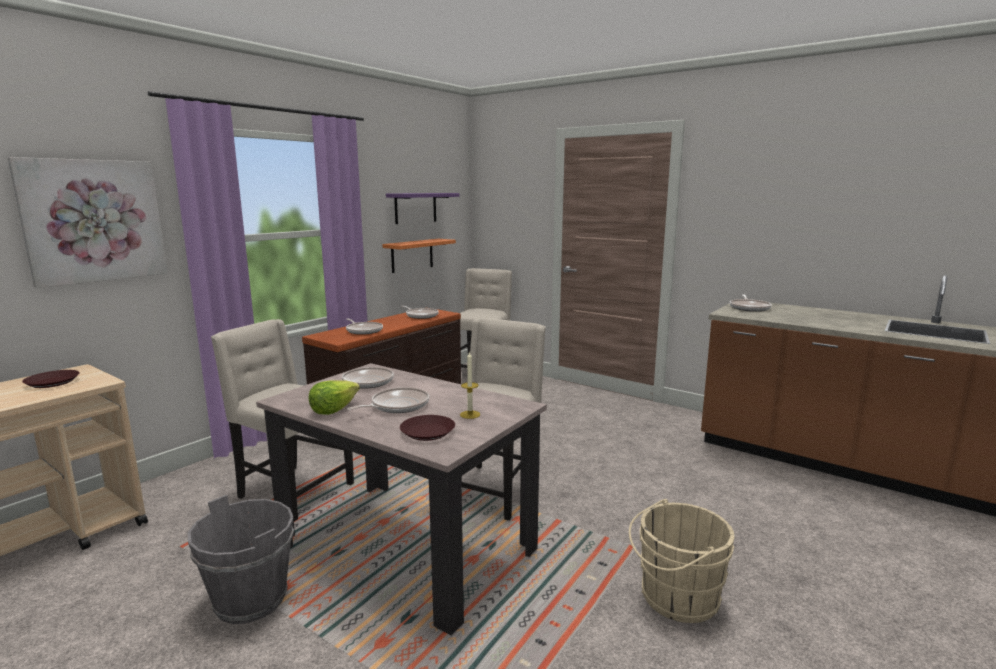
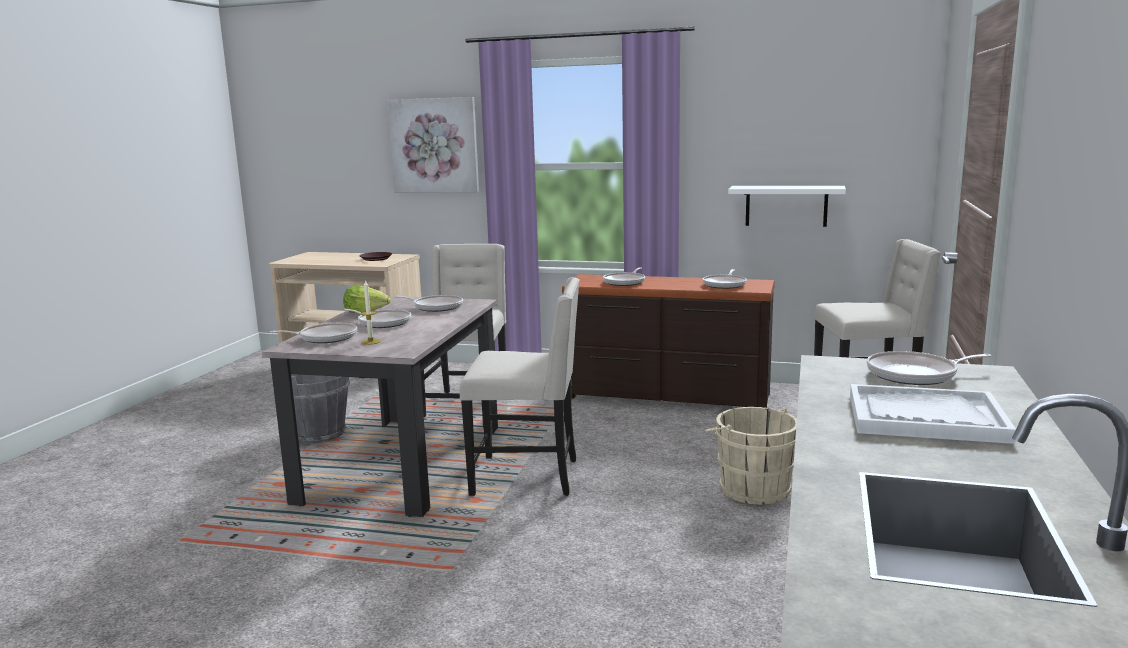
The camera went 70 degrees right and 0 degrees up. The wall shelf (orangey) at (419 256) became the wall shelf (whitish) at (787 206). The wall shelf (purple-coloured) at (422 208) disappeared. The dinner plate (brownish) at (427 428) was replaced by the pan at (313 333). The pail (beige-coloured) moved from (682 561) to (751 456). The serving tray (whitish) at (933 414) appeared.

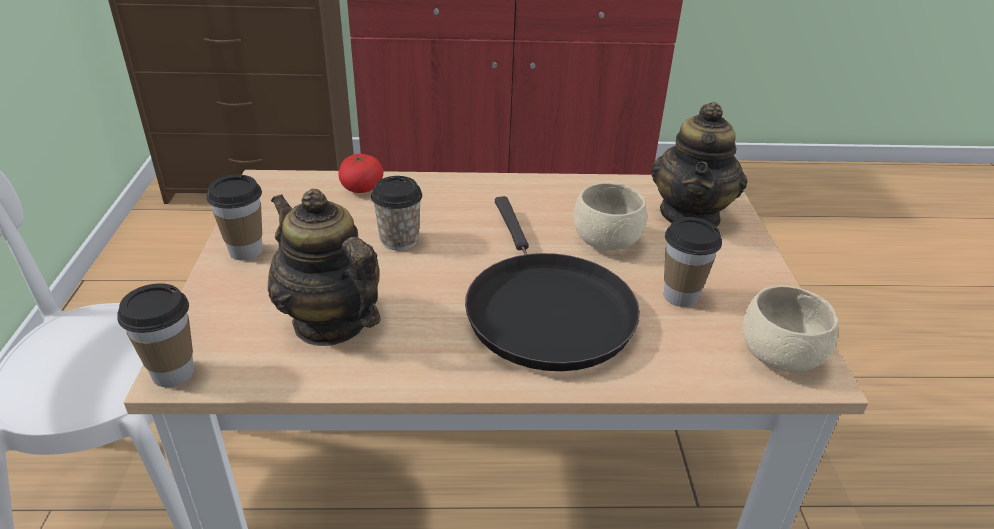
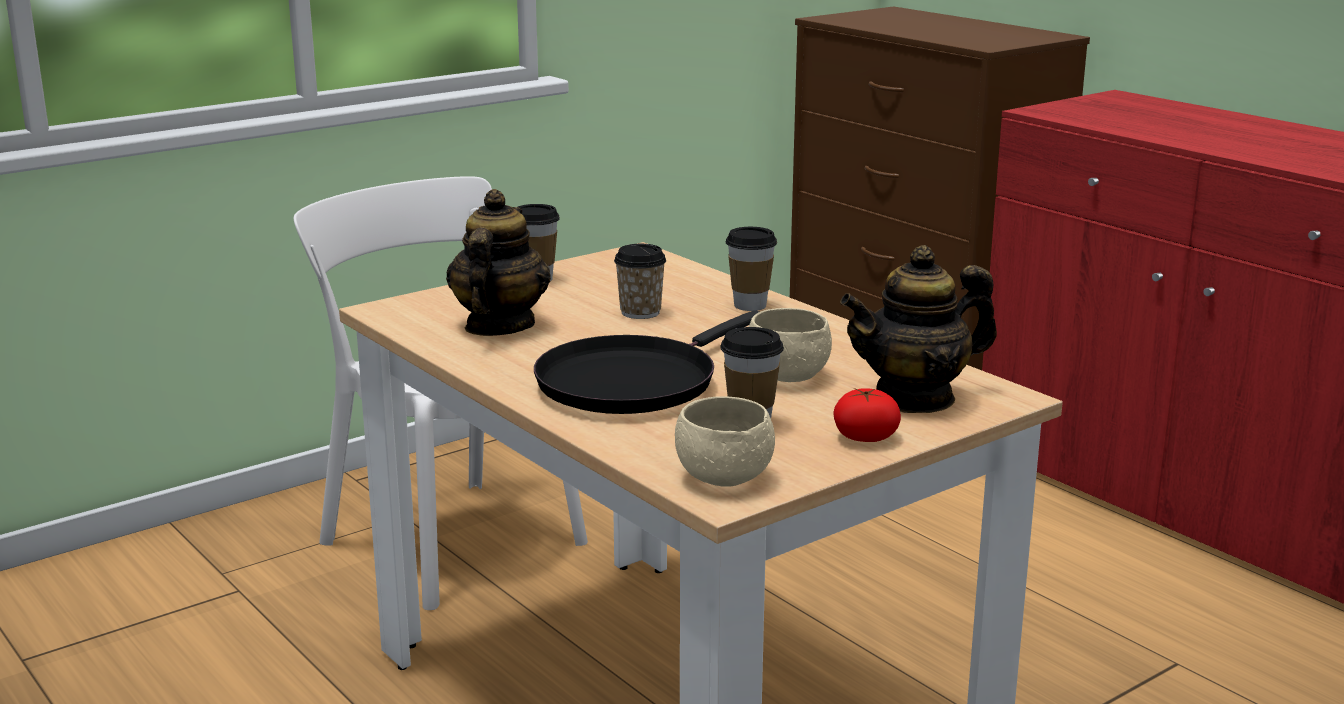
The camera went 55 degrees right and 15 degrees down. The drinking cup moved from (155 335) to (751 269). The fresh tomato moved from (360 173) to (867 415).

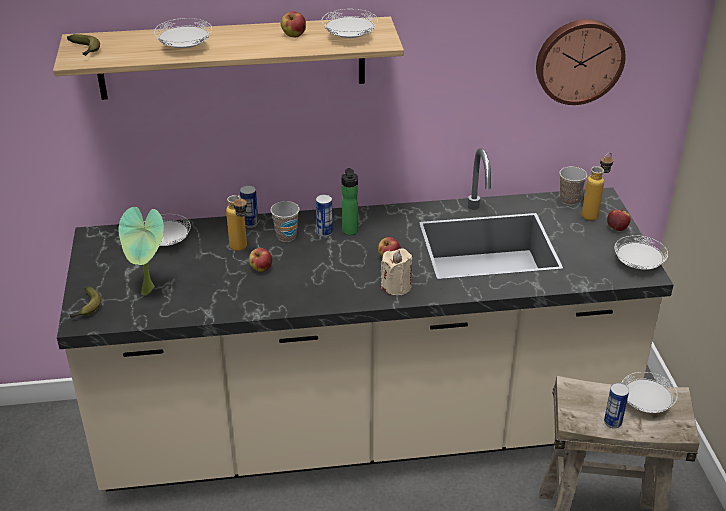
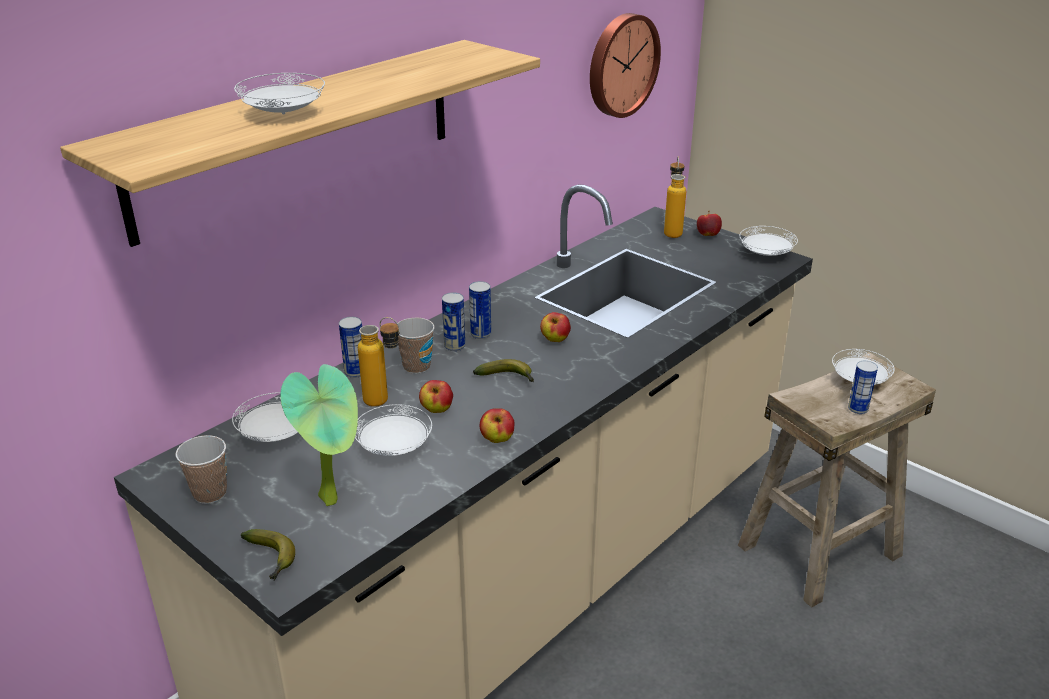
The camera went 40 degrees left and 5 degrees down. The whole banana moved from (83 45) to (503 370). The apple fruit moved from (293 24) to (497 426). The dinner plate (whitish) moved from (350 23) to (393 430). The drink bottle at (349 201) was replaced by the metal can at (480 310). The candle (beige-coloured) at (396 271) disappeared. The drinking cup moved from (573 185) to (201 469).

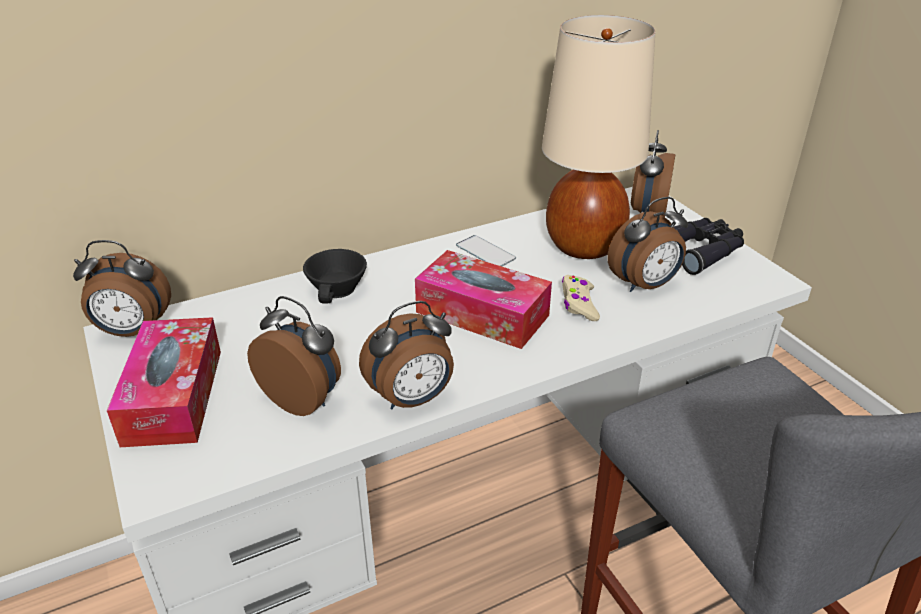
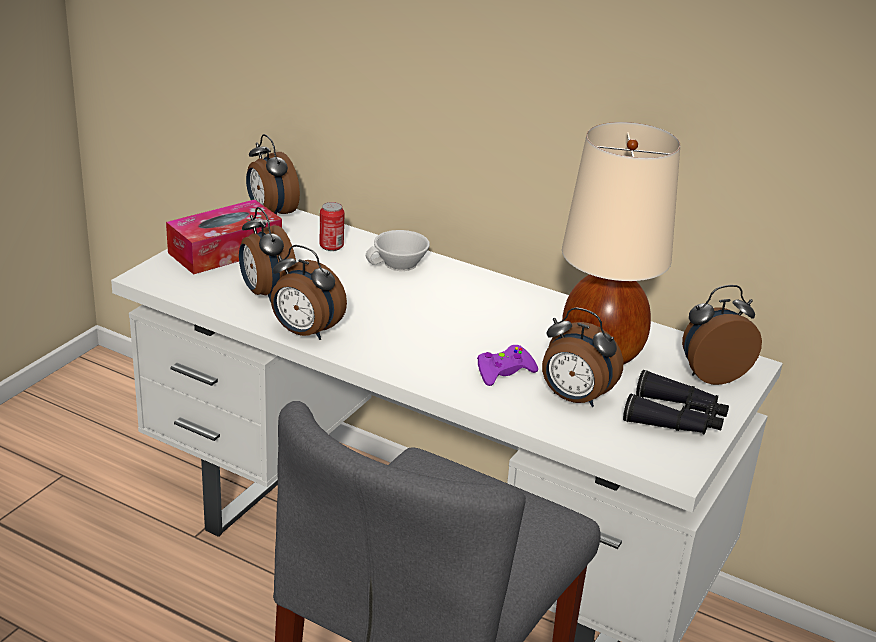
The camera went 55 degrees right and 5 degrees down. The bedside clock at (294 356) turned 150 degrees clockwise. The drinking cup (black-coloured) at (335 276) became the drinking cup (whitish) at (398 250). The tissue box at (483 299) disappeared. The phone at (486 250) disappeared. The joypad (beige-coloured) at (581 298) became the joypad (purple-coloured) at (507 365). The metal can at (332 226) appeared.

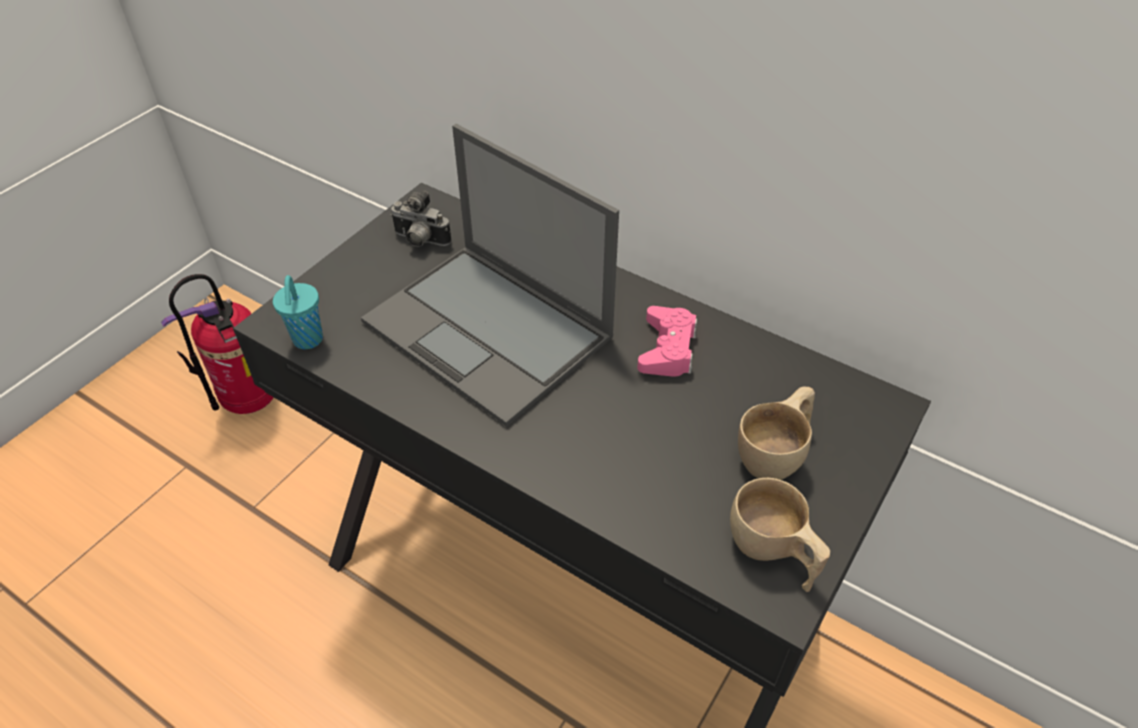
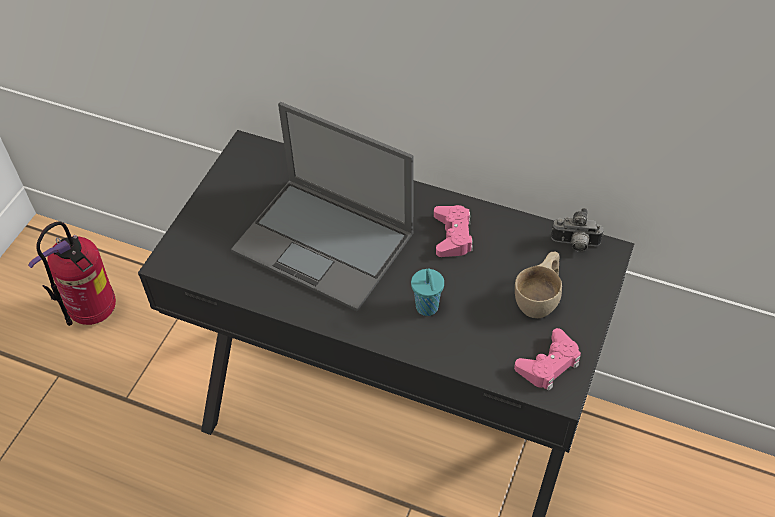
The camera went 10 degrees left and 5 degrees up. The drinking cup (turquoise-coloured) moved from (298 312) to (427 292). The still camera moved from (421 219) to (577 230). The drinking cup (beige-coloured) at (780 535) was replaced by the joypad (pink-coloured) at (547 359).

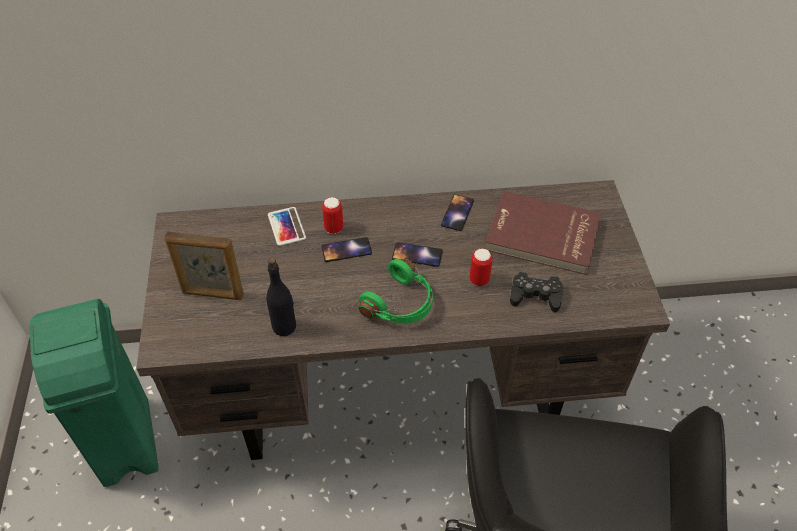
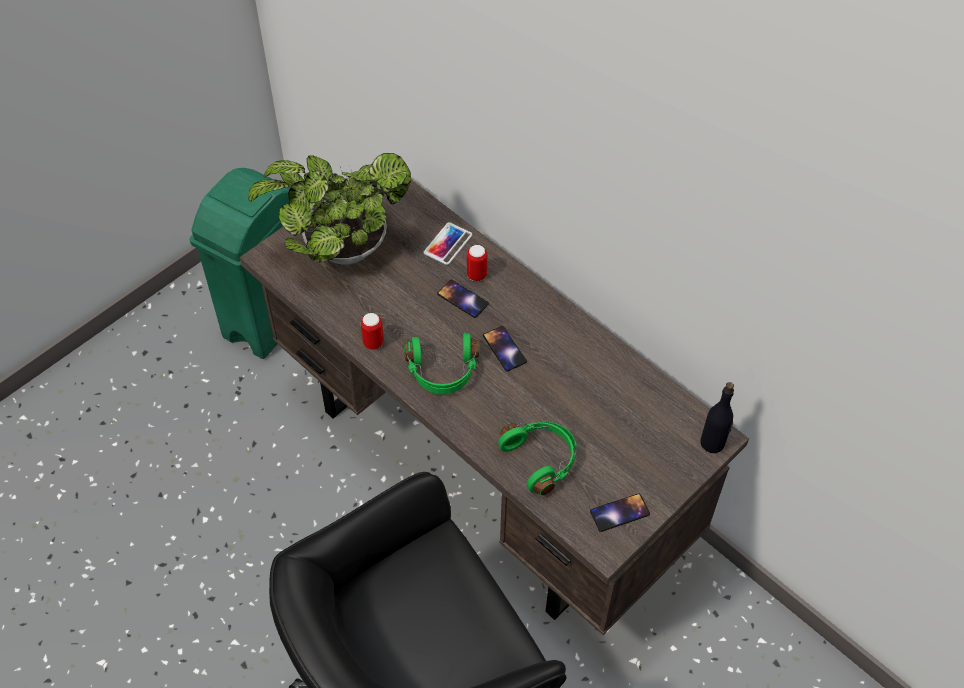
The camera went 50 degrees right and 5 degrees up. The photo frame at (204 265) was replaced by the plant in a pot at (329 209). The drink bottle (black-coloured) moved from (281 296) to (717 417). The phone moved from (457 213) to (620 512). The metal can moved from (481 267) to (372 331). The volume (red) at (543 233) disappeared. The joypad (black-coloured) at (536 292) was replaced by the headset (green-coloured) at (537 458).

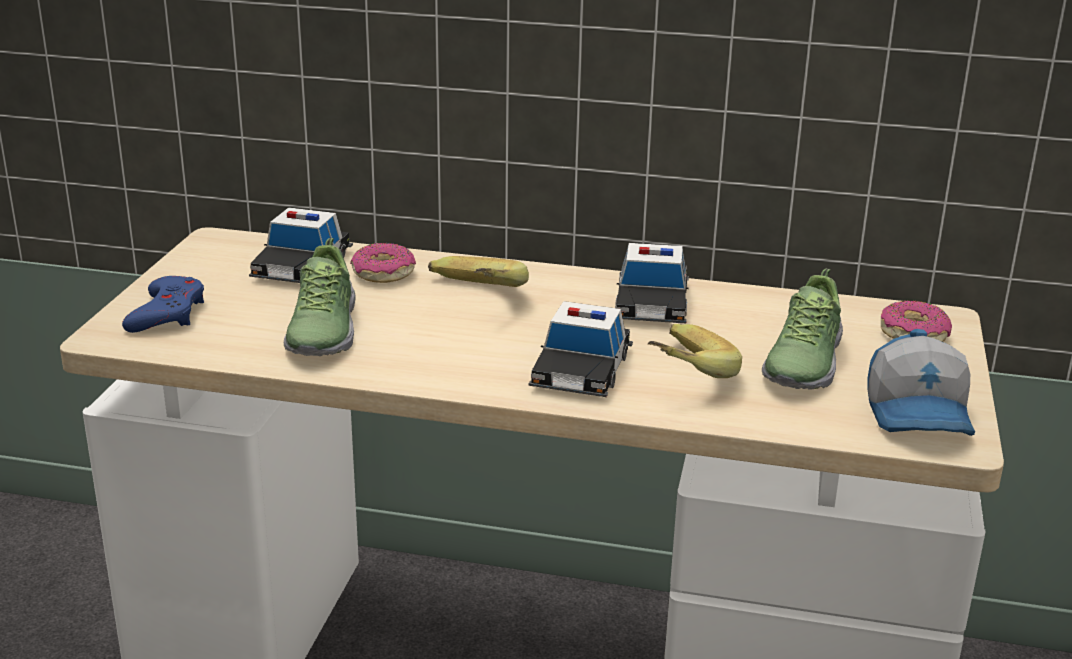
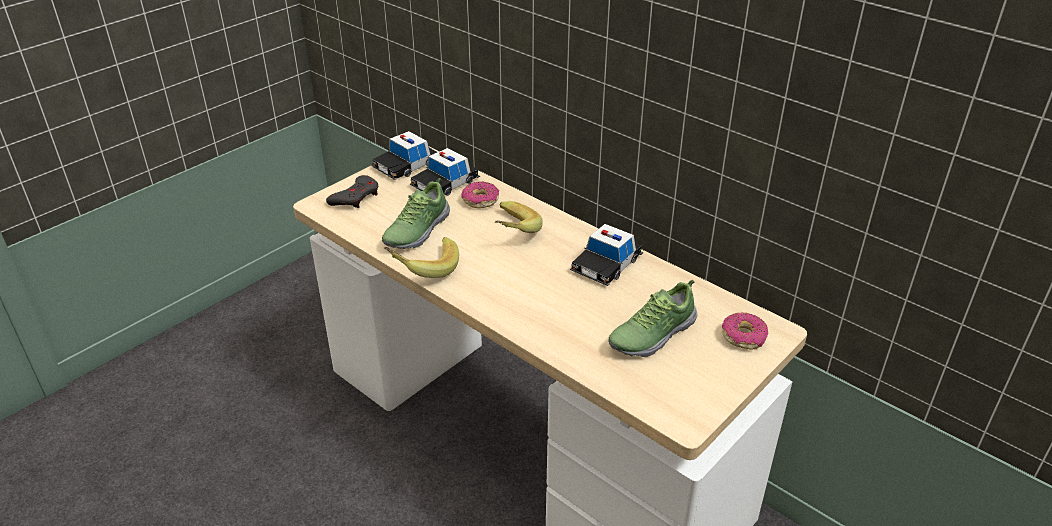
The camera went 30 degrees right and 10 degrees up. The joypad (bluish) at (163 304) became the joypad (greyish) at (352 191). The model car moved from (581 349) to (404 155). The whole banana moved from (695 351) to (421 257). The cap at (921 382) disappeared.

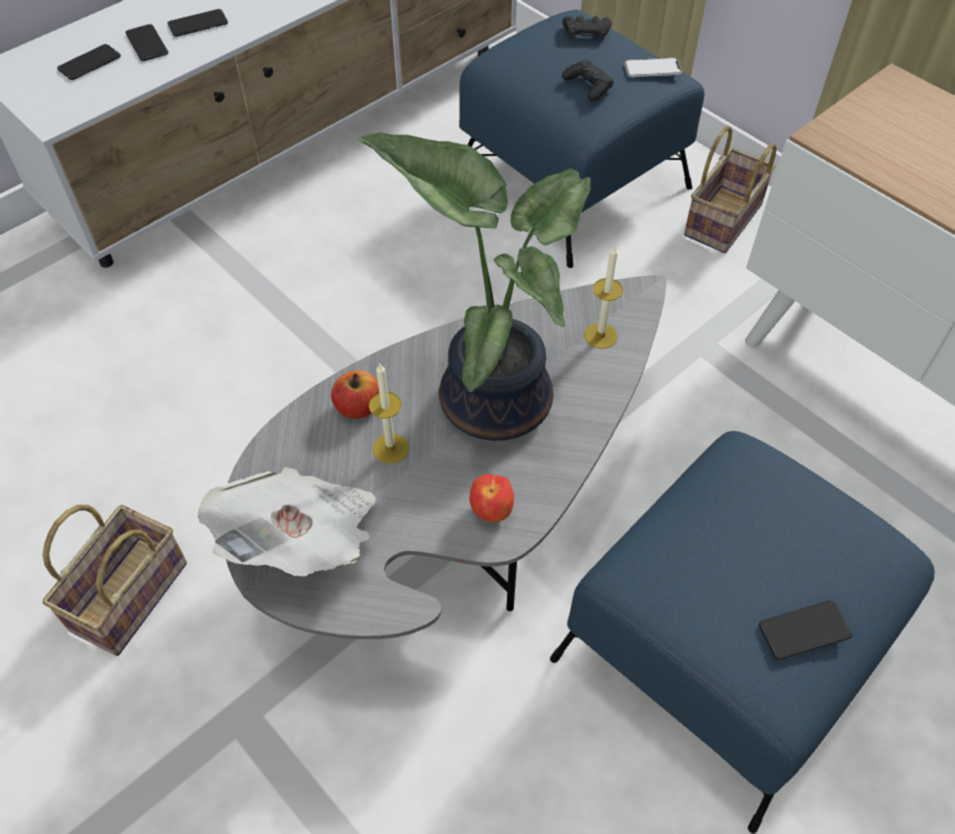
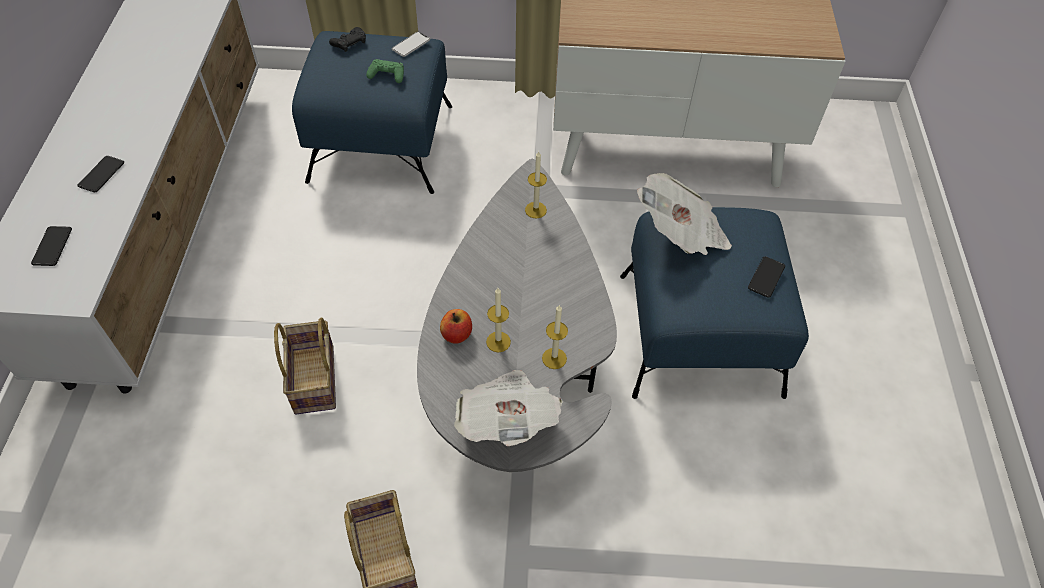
The camera went 45 degrees left and 0 degrees up. The phone at (146 42) disappeared. The plant in a pot at (475 287) disappeared. The apple fruit at (491 498) disappeared. The joypad (black-coloured) at (588 80) became the joypad (green-coloured) at (385 71). The basket moved from (730 189) to (305 366). The candle at (555 337) appeared. The daily paper at (684 214) appeared.

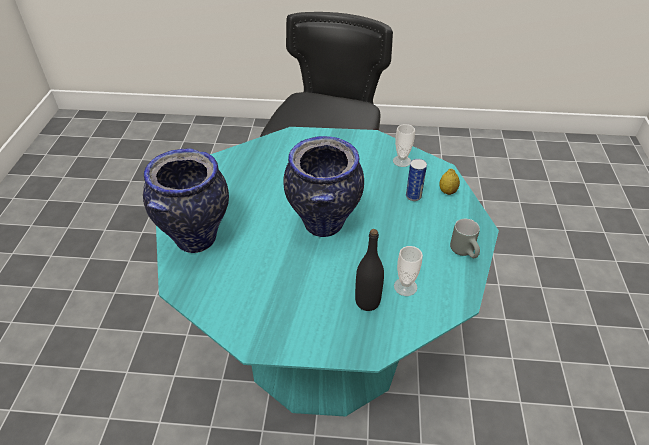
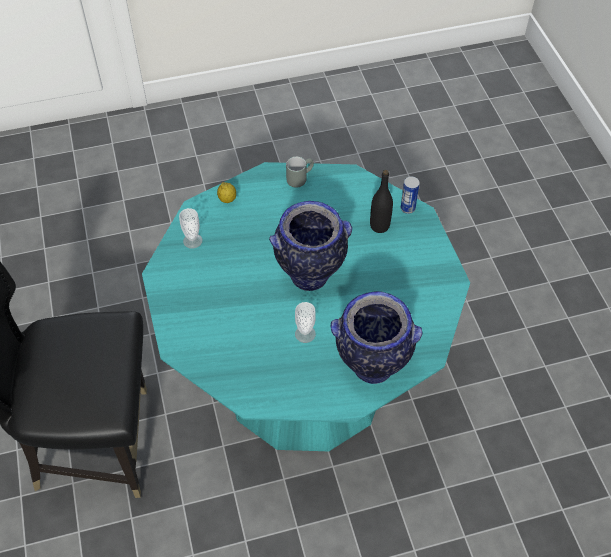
The camera went 110 degrees left and 10 degrees up. The drinking cup moved from (408 271) to (305 322). The metal can moved from (416 180) to (410 195).

